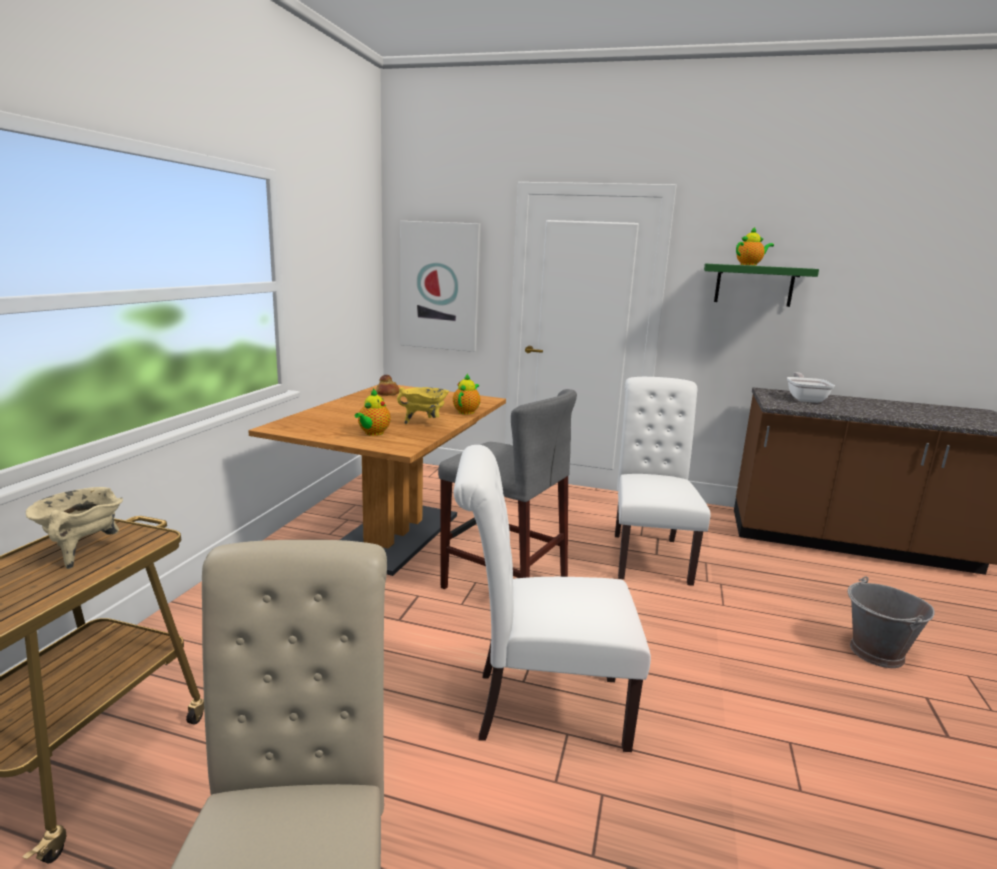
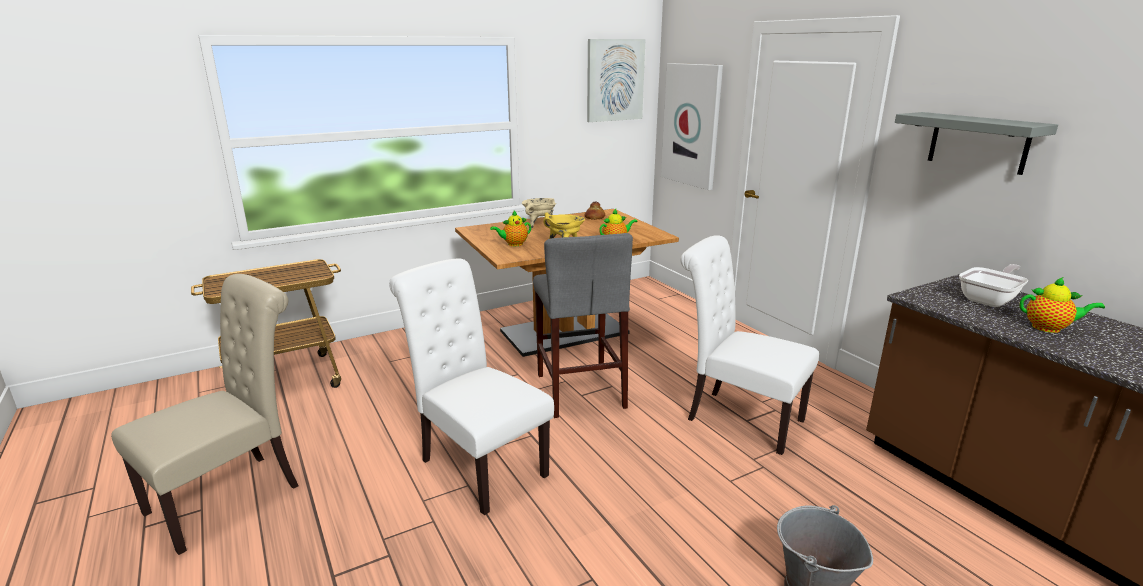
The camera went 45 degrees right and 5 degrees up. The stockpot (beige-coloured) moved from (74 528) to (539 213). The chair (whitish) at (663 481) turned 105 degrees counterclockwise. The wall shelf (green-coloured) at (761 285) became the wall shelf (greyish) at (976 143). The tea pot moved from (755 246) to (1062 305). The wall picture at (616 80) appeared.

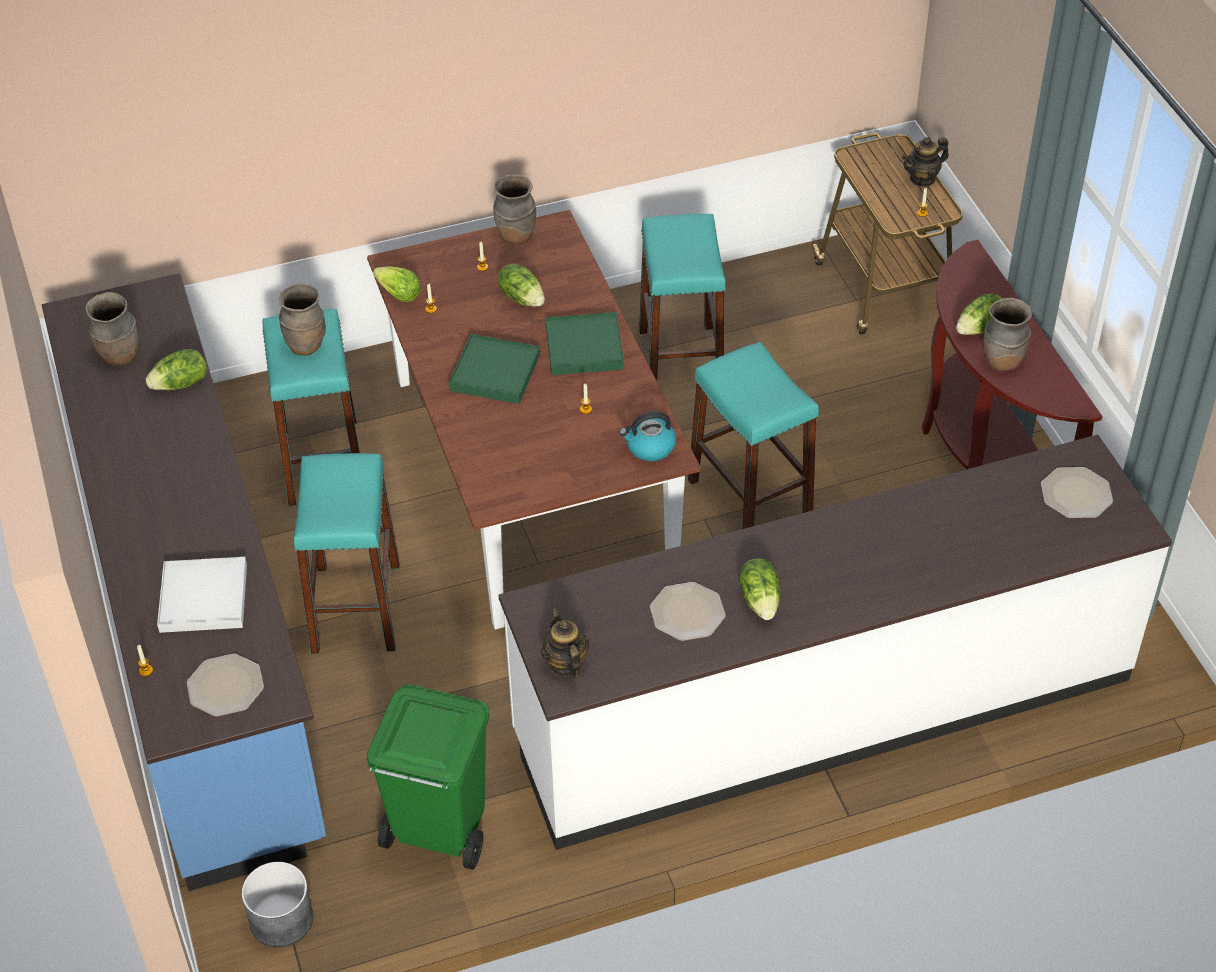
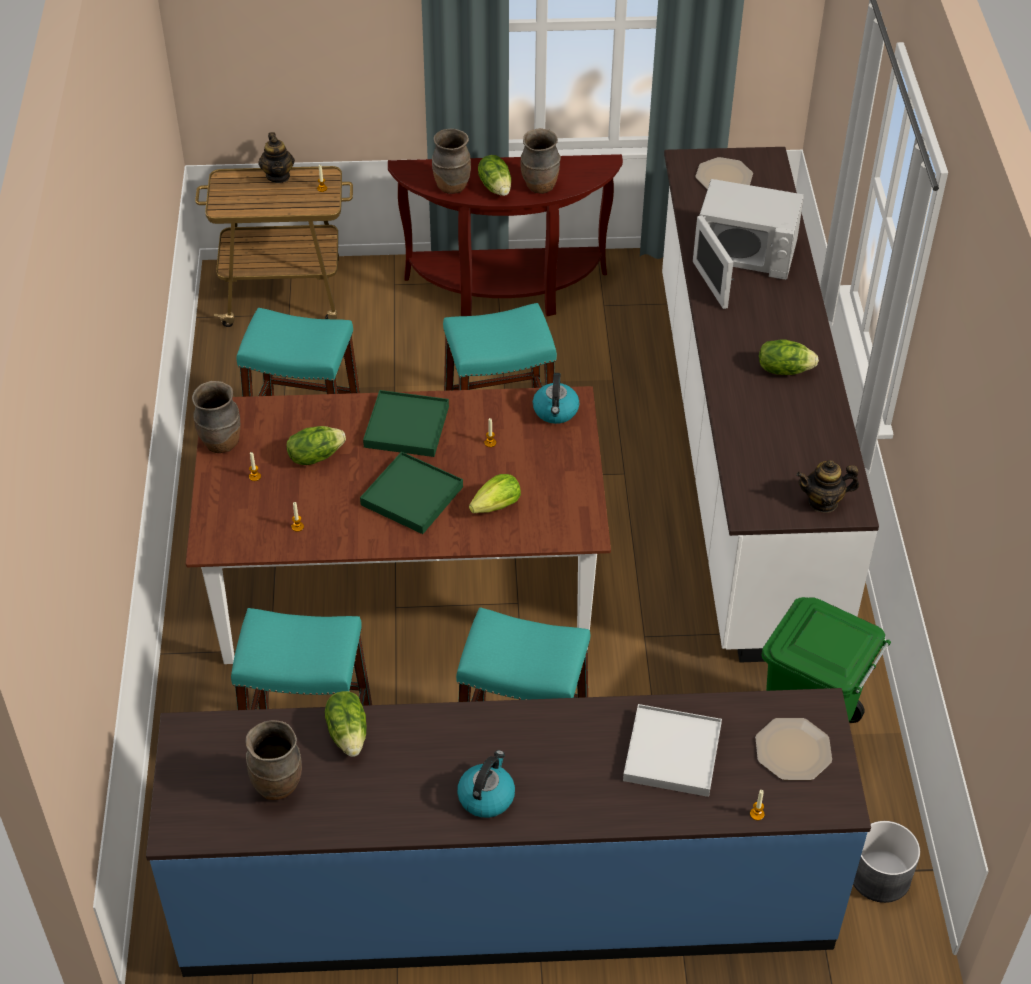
The camera went 75 degrees left and 0 degrees up. The flower vase (brownish) moved from (302 320) to (451 161). The lettuce head moved from (397 284) to (495 493). The dinner plate at (688 611) disappeared. The water kettle at (486 784) appeared. The microwave (whitish) at (748 244) appeared.

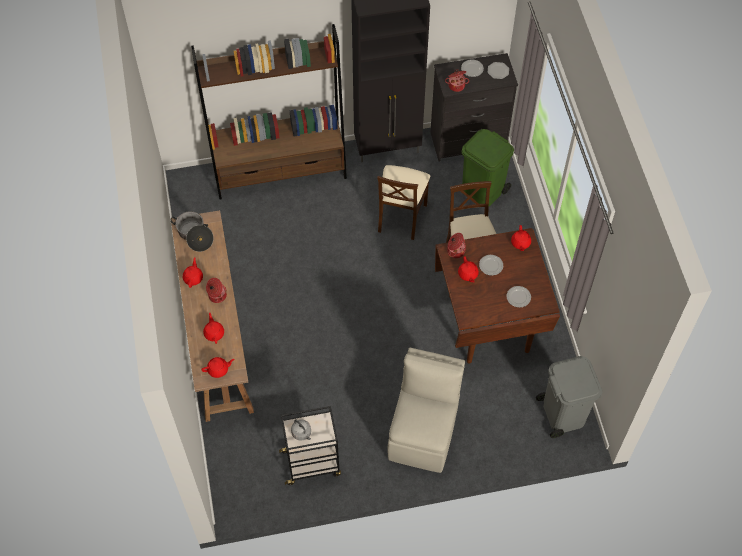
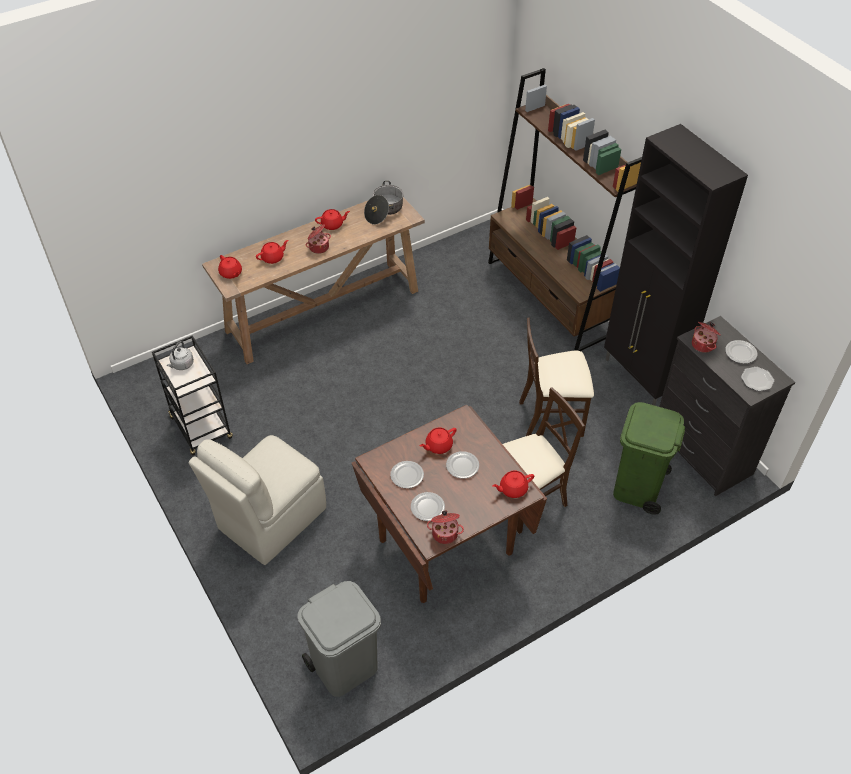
The camera went 70 degrees right and 10 degrees down. The chair (beige-coloured) at (426 410) turned 135 degrees clockwise. The stockpot moved from (456 245) to (445 527). The dinner plate at (407 474) appeared.

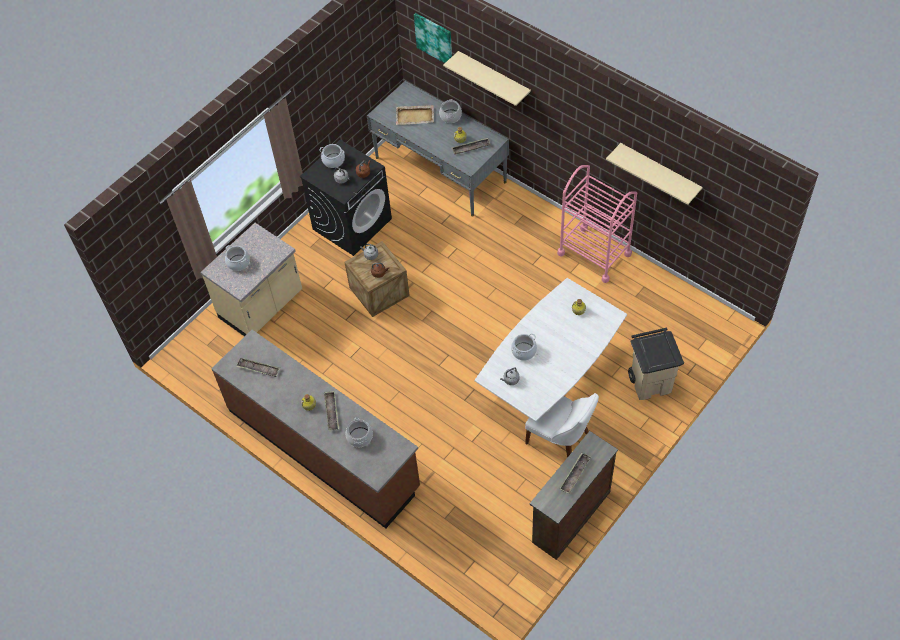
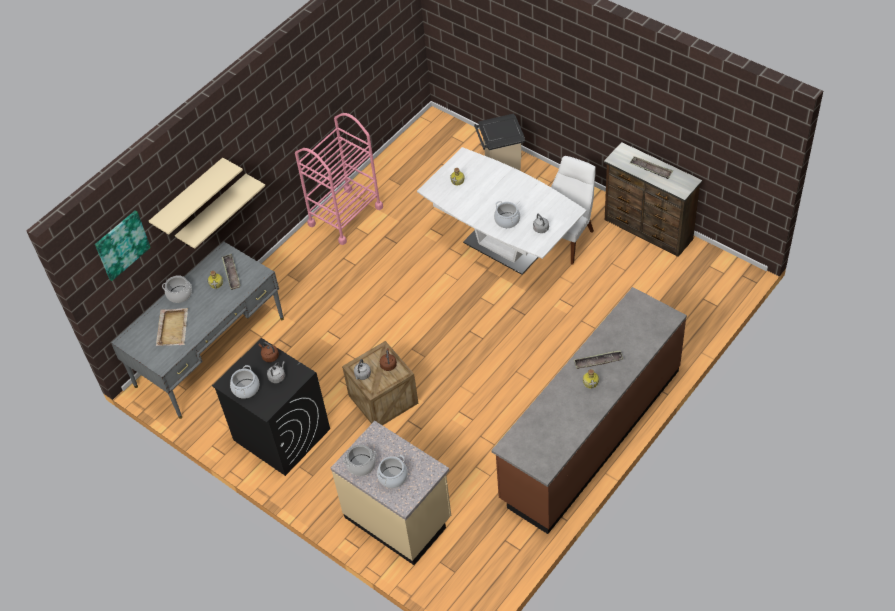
The camera went 90 degrees left and 5 degrees down. The serving tray at (258 367) disappeared. The stockpot moved from (359 432) to (359 460). The wall shelf (beige-coloured) moved from (654 174) to (220 211).

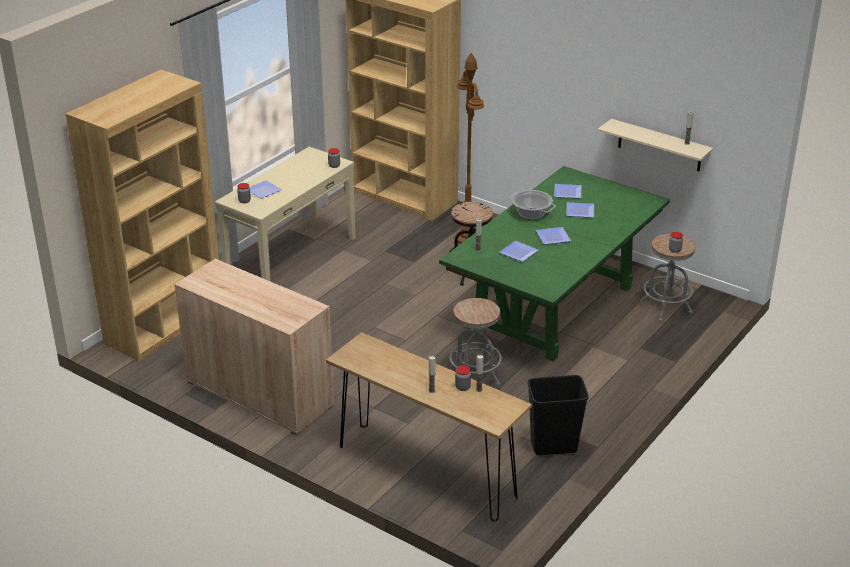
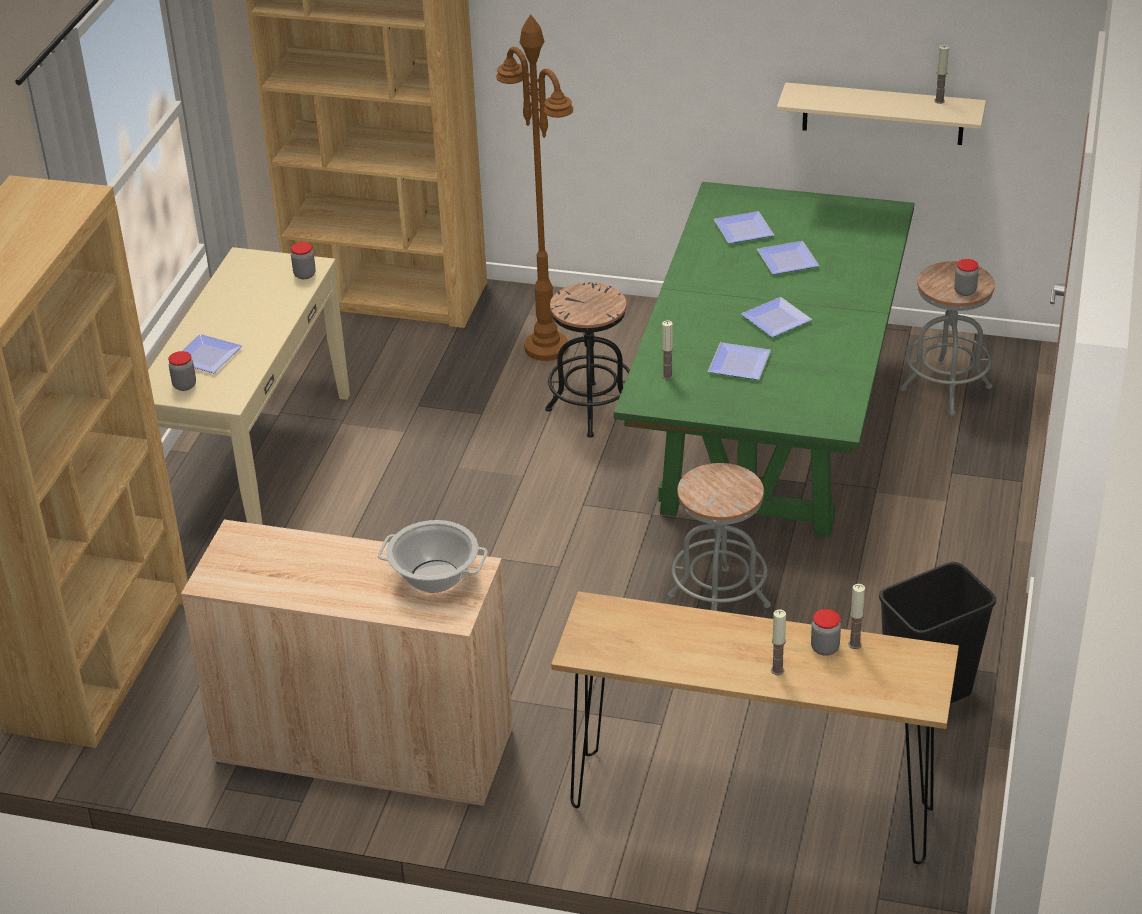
The camera went 20 degrees left and 5 degrees up. The stockpot moved from (532 205) to (432 556).

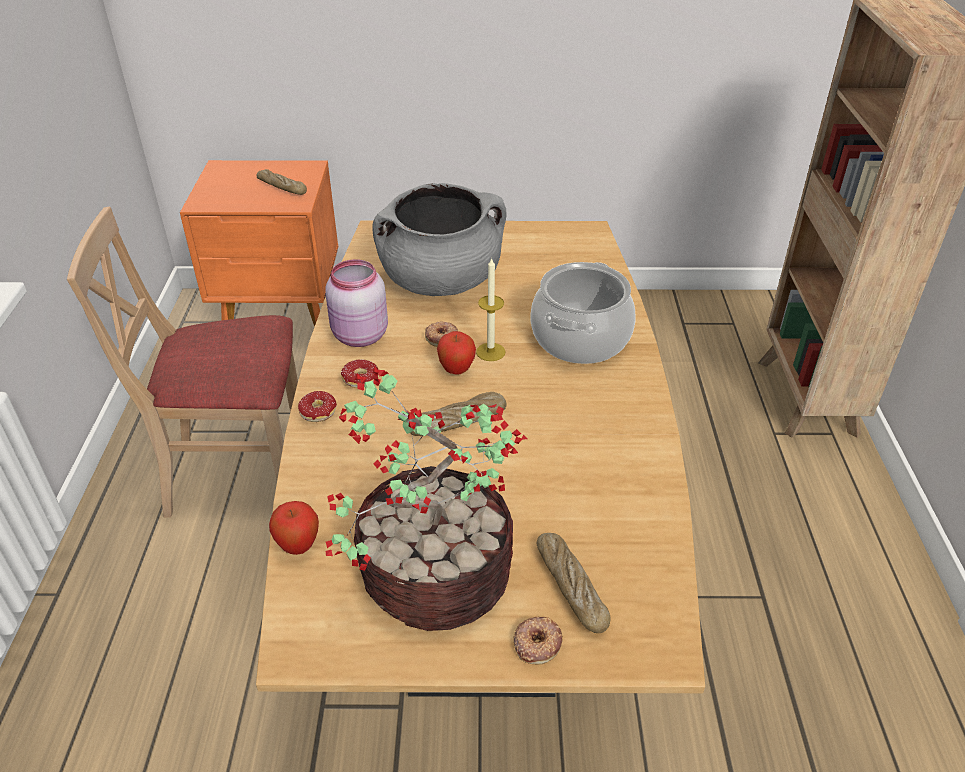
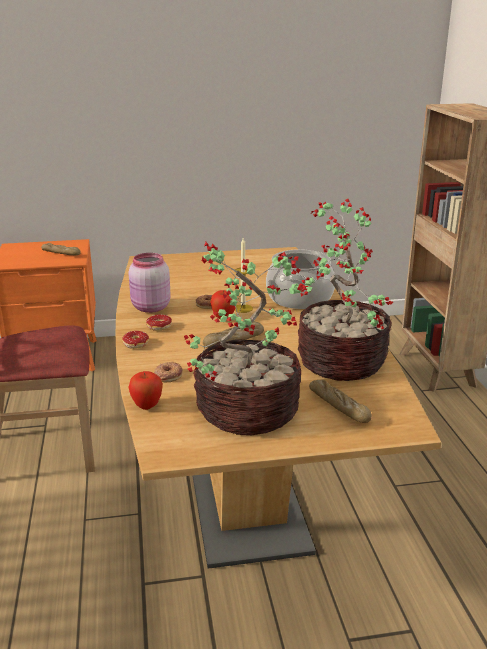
The camera went 10 degrees left and 15 degrees down. The stockpot (greyish) at (439 239) disappeared. The donut moved from (538 641) to (168 372). The plant in a pot at (345 290) appeared.

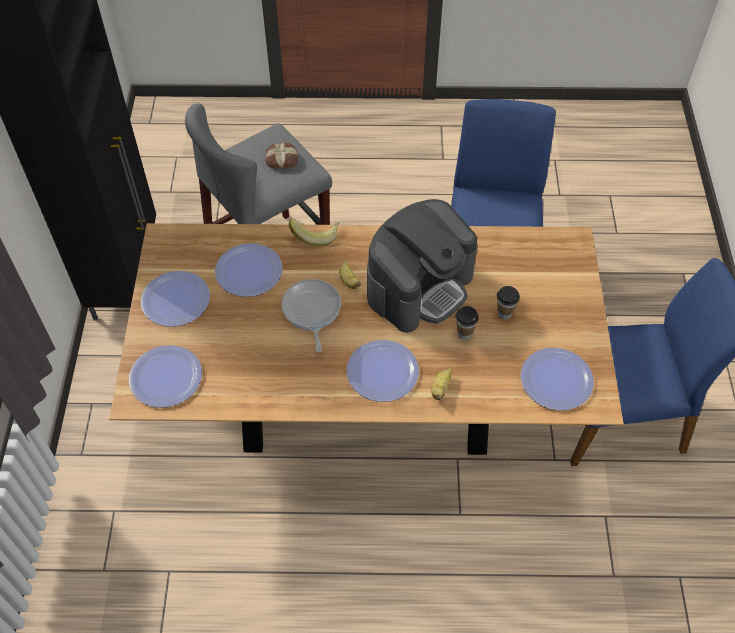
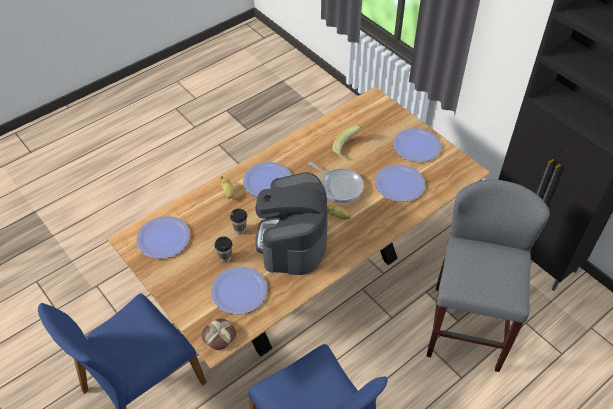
The camera went 140 degrees right and 5 degrees down. The dinner plate moved from (165 376) to (239 290). The baked bread moved from (281 156) to (218 334). The whole banana moved from (314 232) to (346 141).

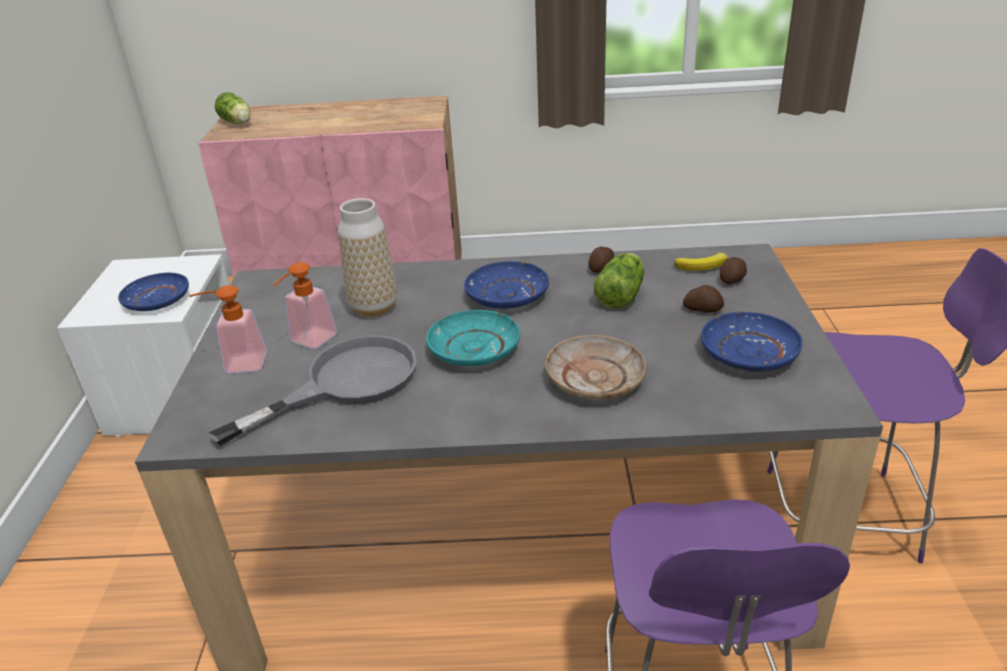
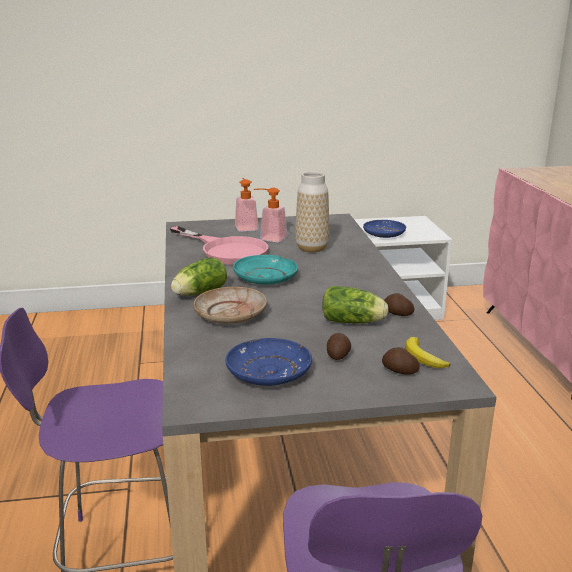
The camera went 80 degrees right and 10 degrees down. The pan (greyish) at (312 390) became the pan (pink-coloured) at (219 245). The lettuce head moved from (233 108) to (199 276). The dinner plate (bluish) at (506 285) disappeared.

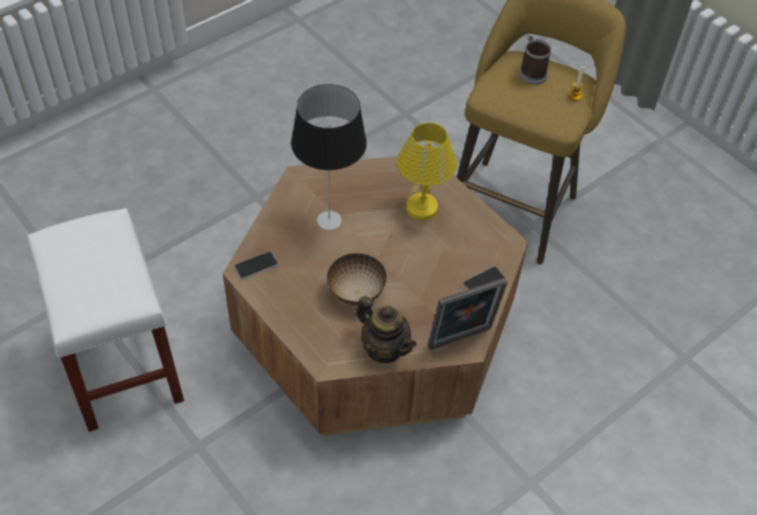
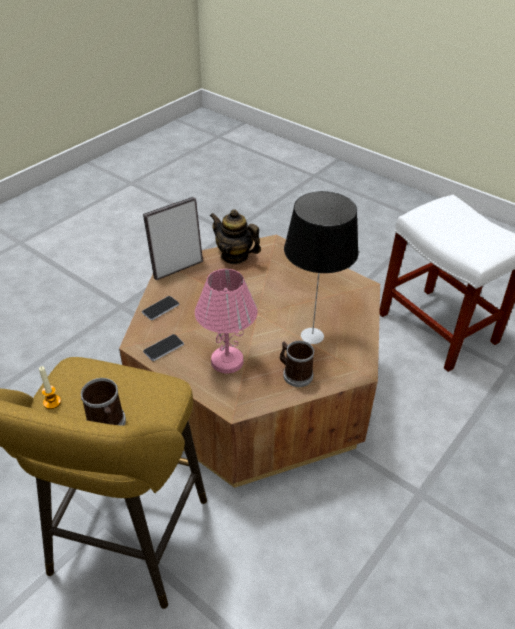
The camera went 170 degrees right and 10 degrees down. The phone moved from (256 265) to (163 347). The deep dish at (356 279) disappeared. The table lamp (yellow) at (427 171) became the table lamp (pink-coloured) at (226 321). The mug at (297 364) appeared.

